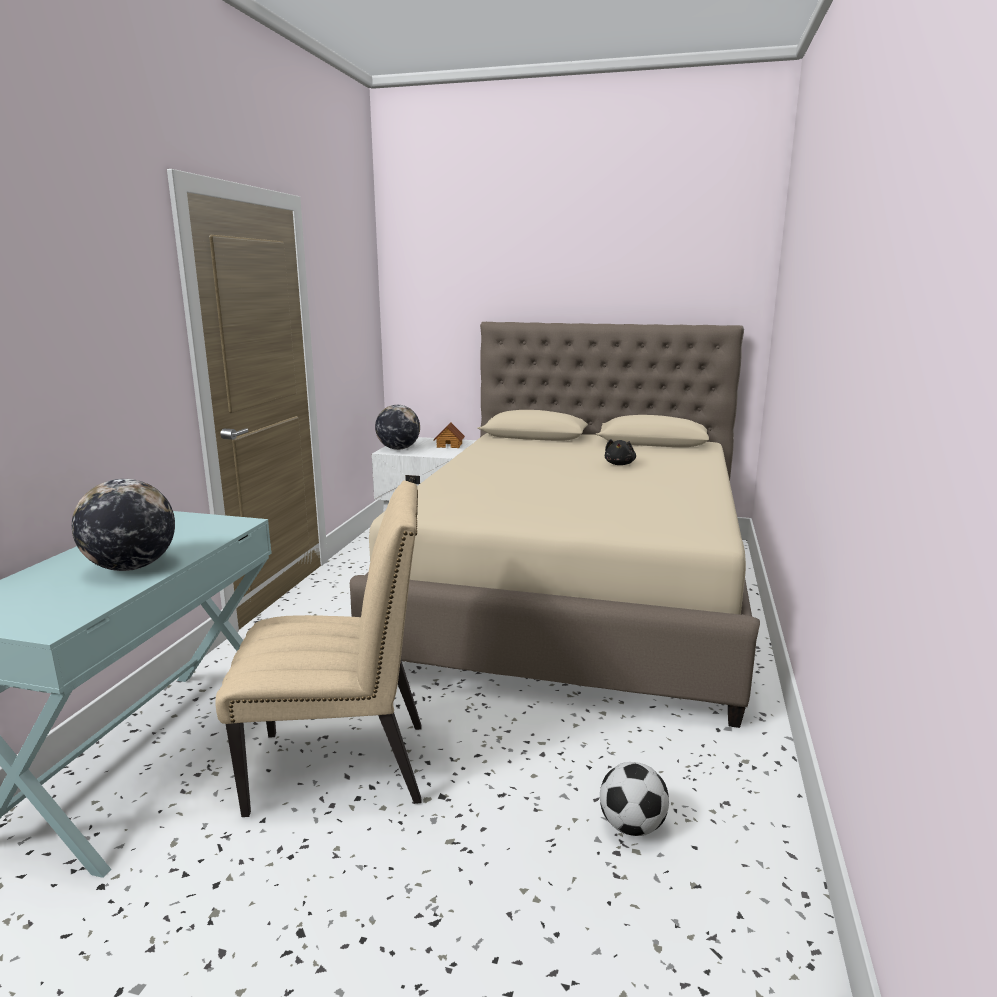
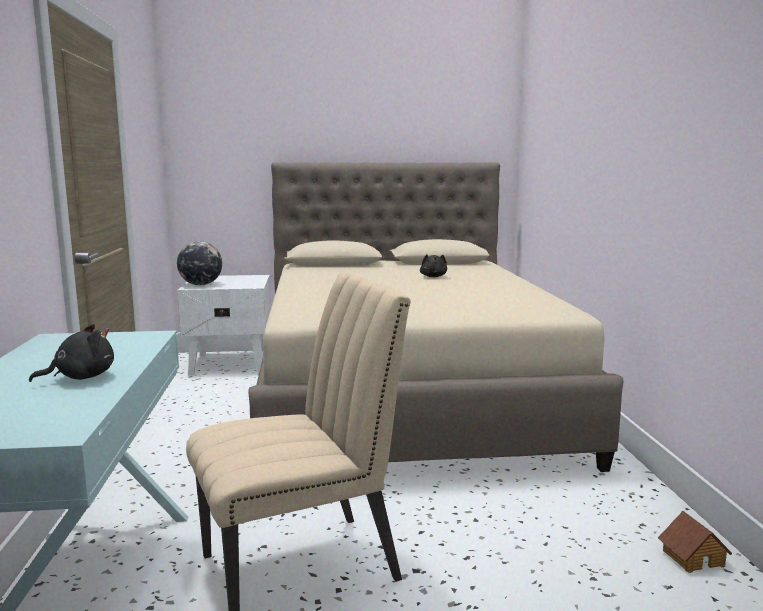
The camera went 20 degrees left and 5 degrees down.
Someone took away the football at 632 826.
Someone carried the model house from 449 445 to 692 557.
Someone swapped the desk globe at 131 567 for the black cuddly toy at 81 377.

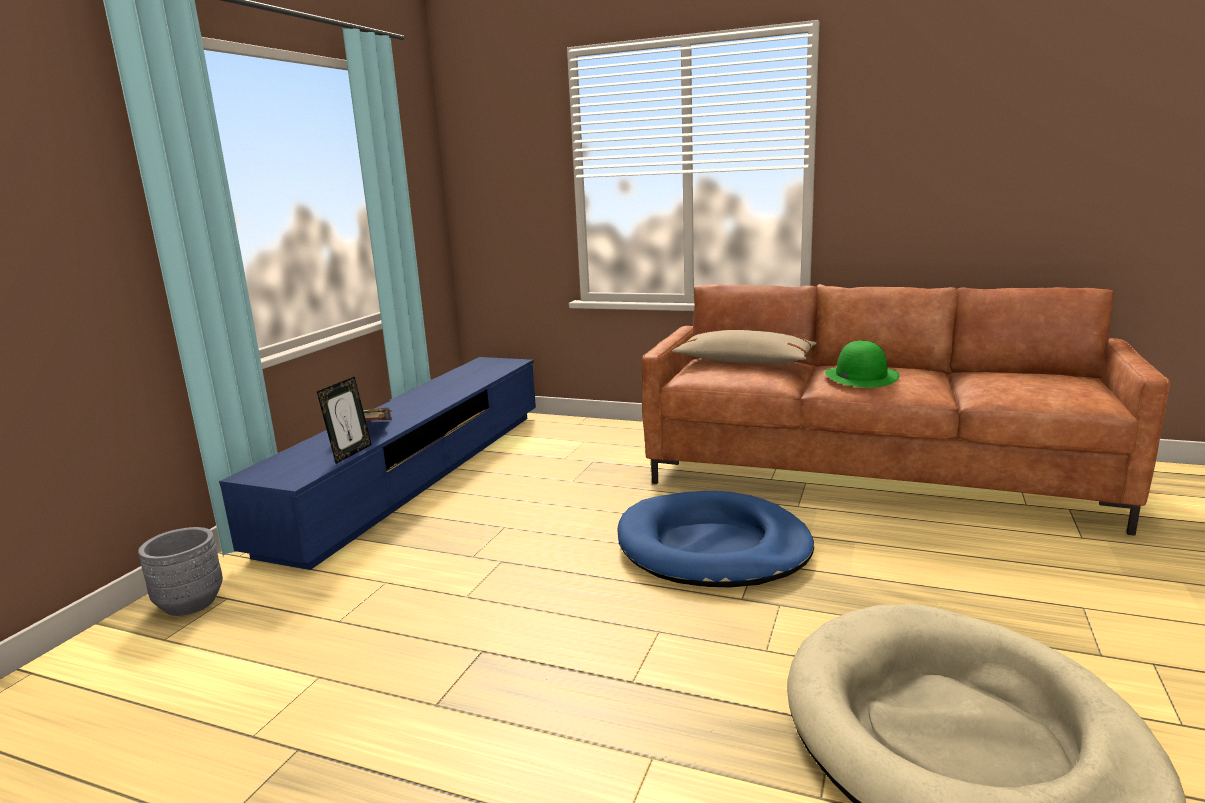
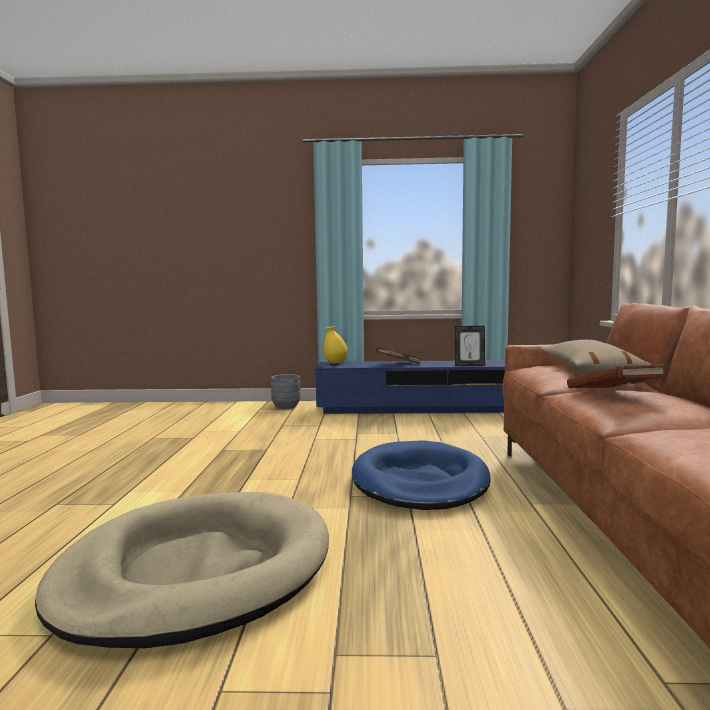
The camera went 70 degrees right and 10 degrees down.
Someone put down the yellow-coloured decorative vase at 335 363.
Someone carried the picture frame from 350 453 to 469 365.
Someone swapped the green clothing hat at 860 376 for the brownish volume at 614 394.

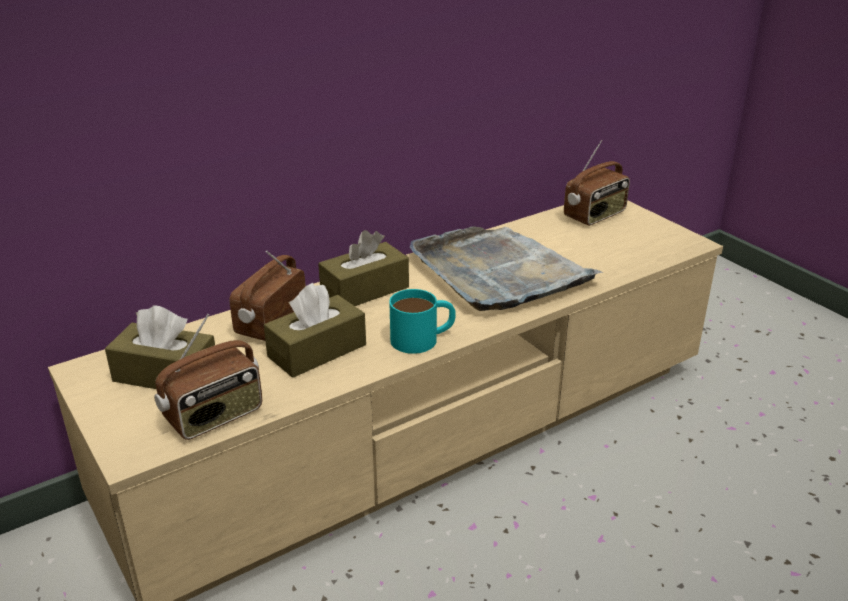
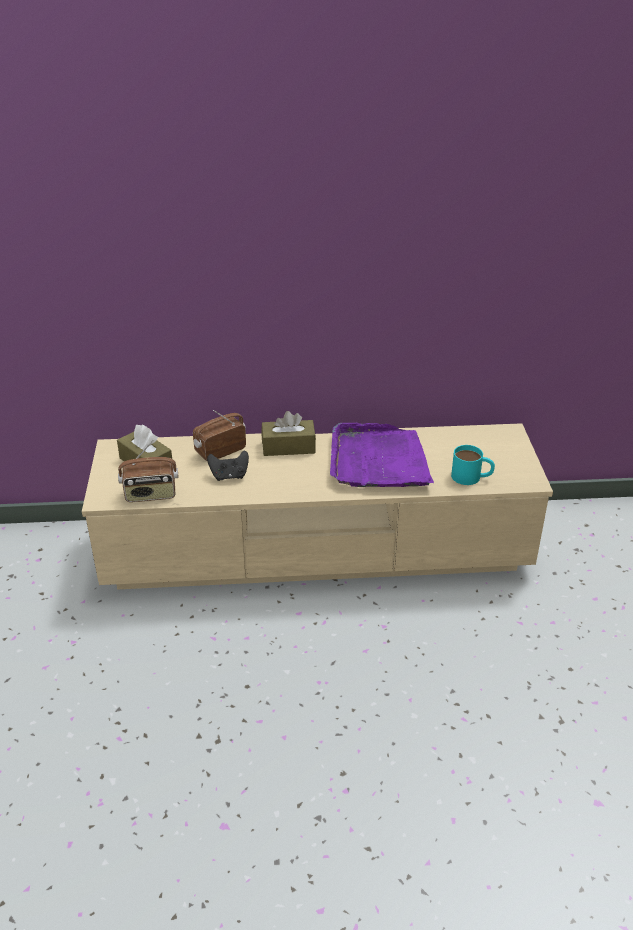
The camera went 30 degrees right and 5 degrees up.
Someone took away the radio receiver at 595 216.
Someone carried the turquoise-coloured tea mug from 423 338 to 471 477.
Someone swapped the brownish box of tissues at 317 351 for the black joypad at 229 476.
Someone repainted the greyish tray at 498 272, which became the purplish tray at 378 461.

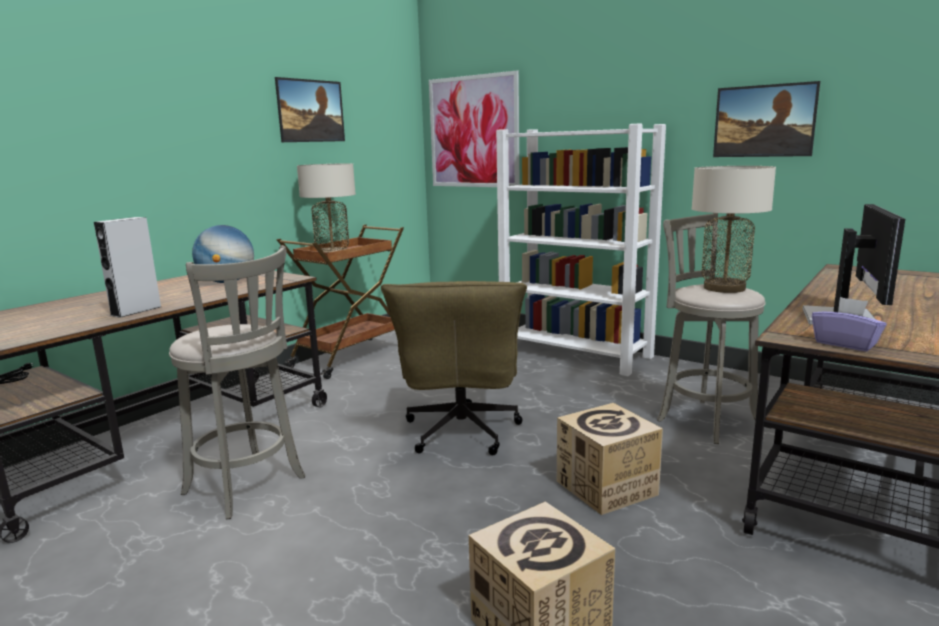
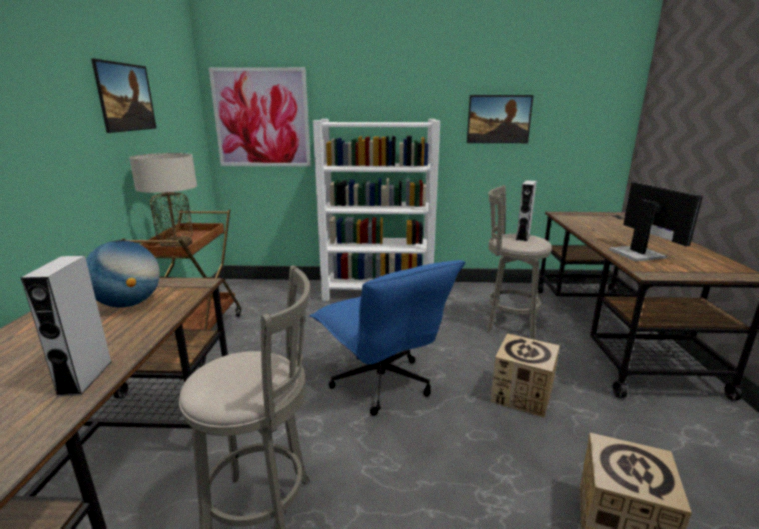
The camera went 35 degrees left and 5 degrees up.
Someone took away the purplish box of tissues at 845 344.
Someone swapped the tabletop lamp at 724 288 for the greyish loudspeaker at 523 237.
Someone repainted the sand-coloured office chair at 462 430, which became the blue office chair at 380 381.

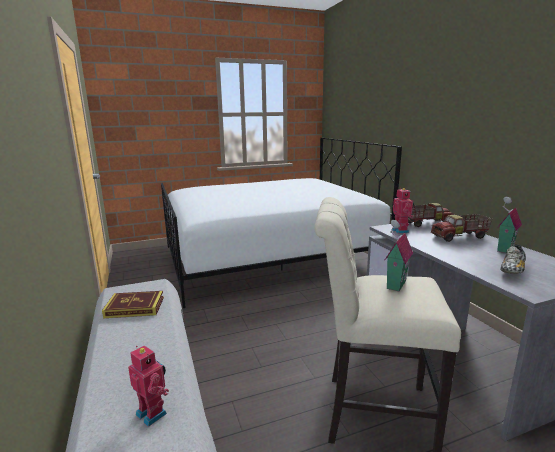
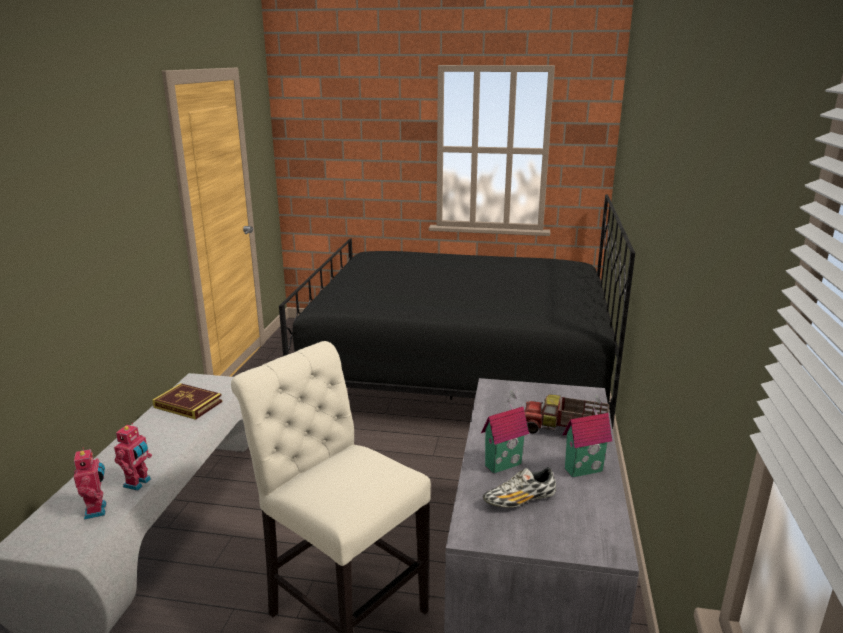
The camera went 30 degrees right and 5 degrees up.
Someone took away the toy truck at 426 223.
Someone carried the model house from 394 284 to 502 463.
Someone carried the robot figure from 401 231 to 138 483.
Someone repainted the whitish sleeping bed at 270 257, which became the black sleeping bed at 459 374.

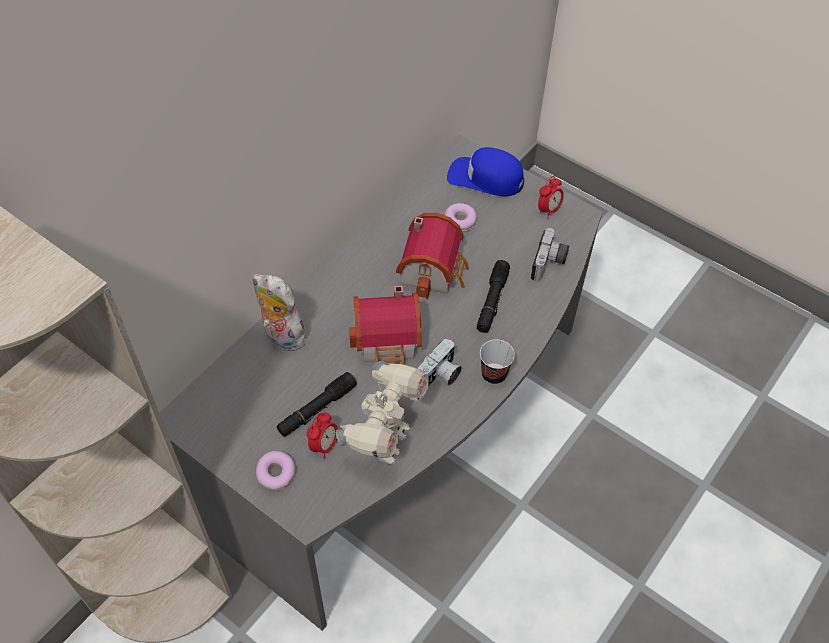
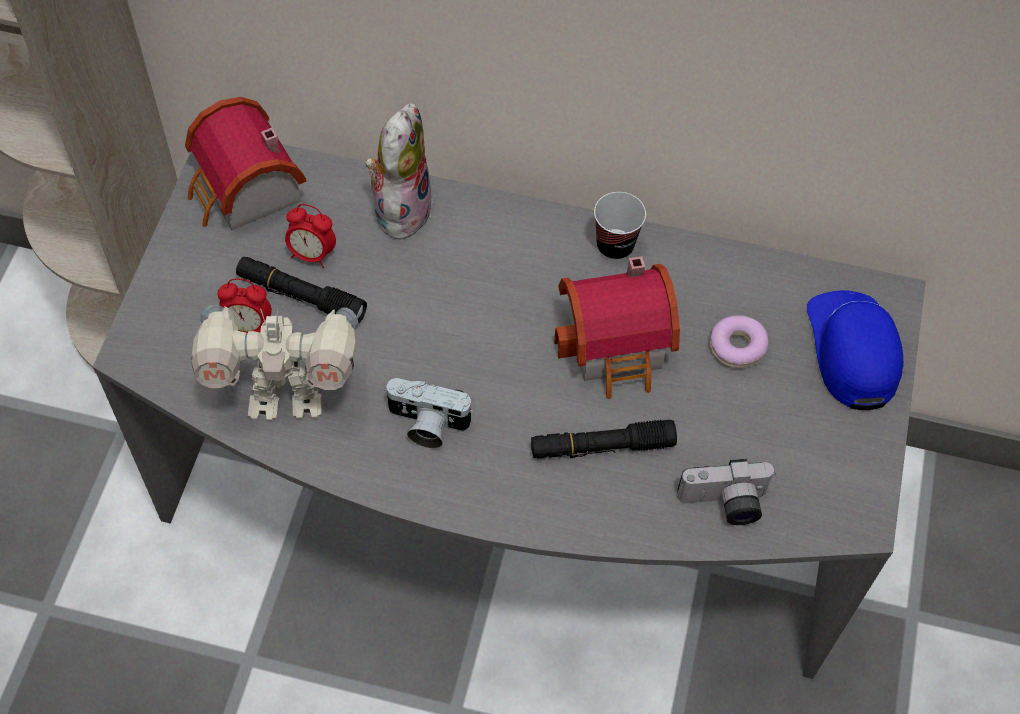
The camera went 65 degrees right and 5 degrees up.
Someone took away the donut at 276 474.
Someone carried the model house from 389 343 to 245 194.
Someone carried the cup from 494 374 to 615 246.
Someone carried the bedside clock from 548 210 to 312 254.

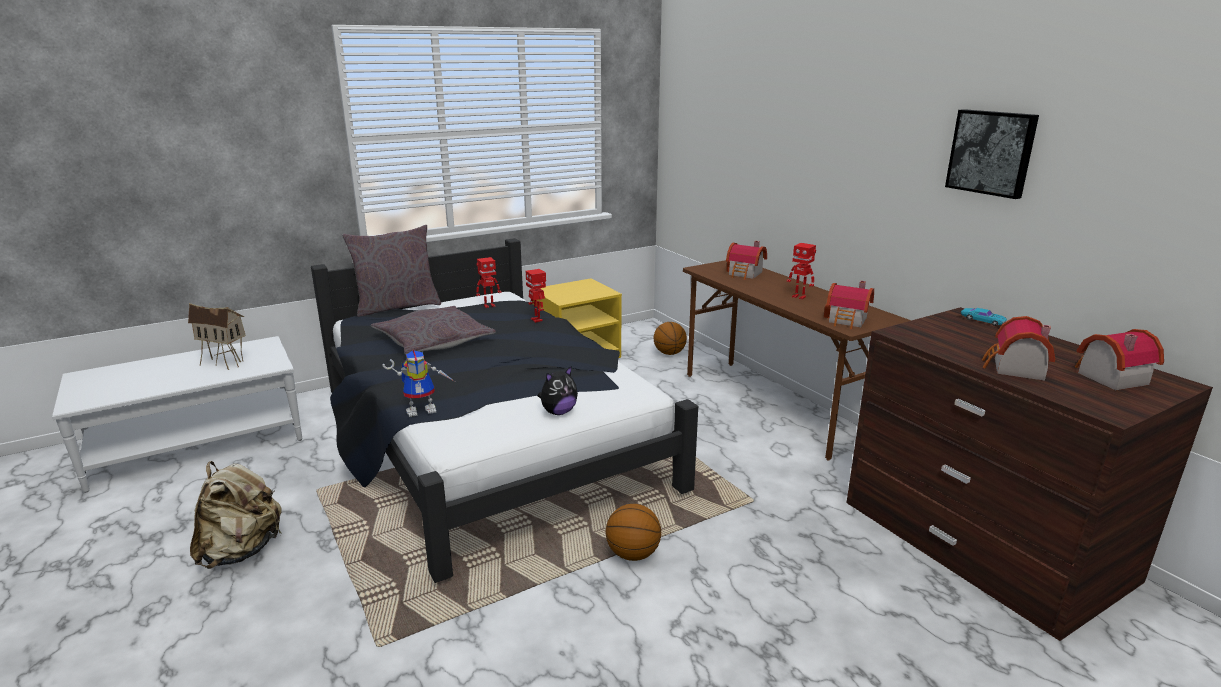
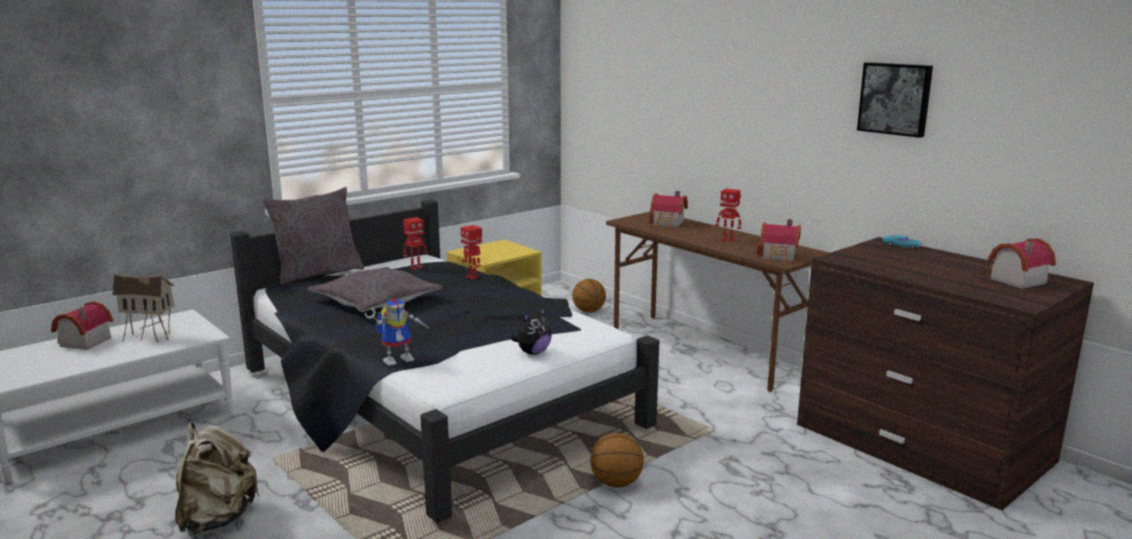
The camera went 10 degrees left and 5 degrees down.
Someone carried the model house from 1014 369 to 82 342.

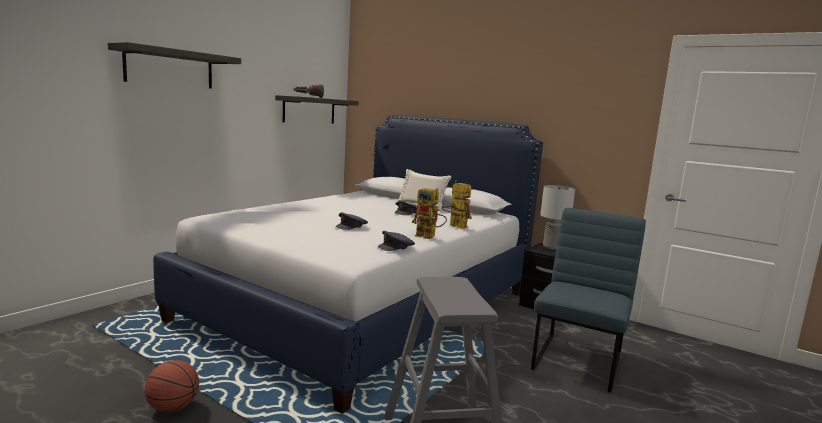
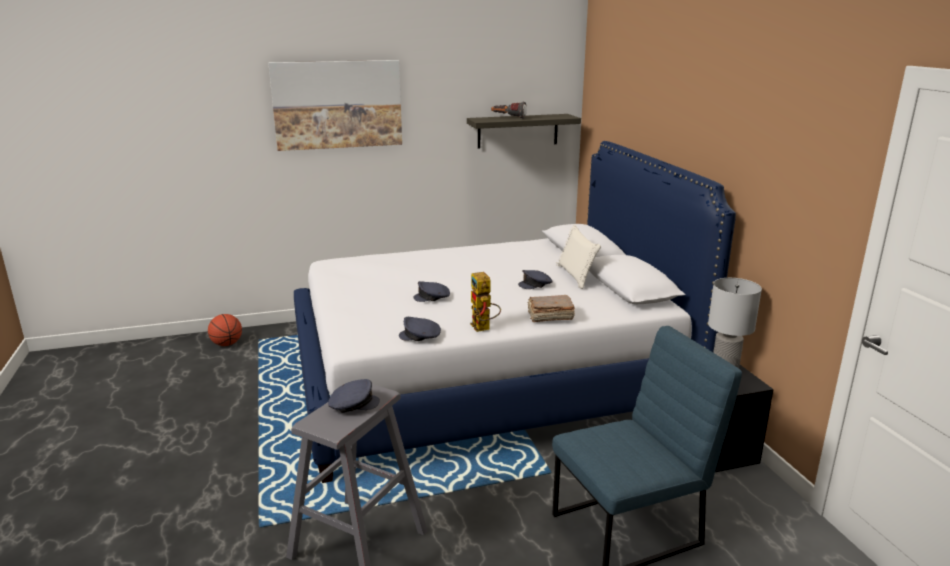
The camera went 40 degrees right and 10 degrees up.
Someone put down the greyish cap at 353 404.
Someone carried the ball for basketball from 173 408 to 226 344.
Someone swapped the wall shelf at 170 68 for the wall art at 337 104.
Someone swapped the robot figure at 454 225 for the brownish volume at 549 316.

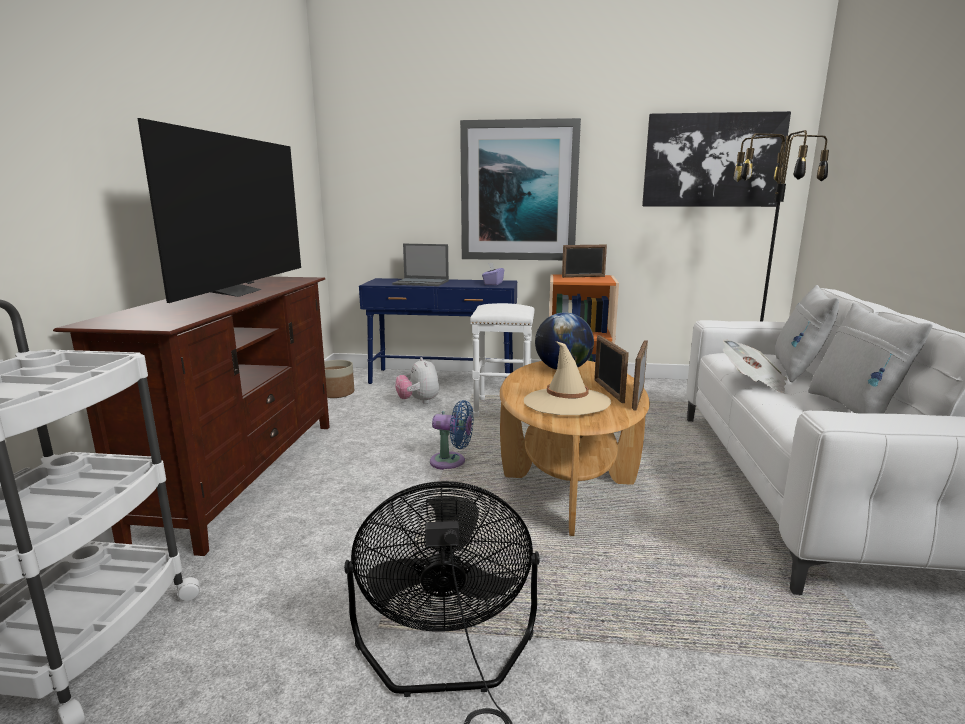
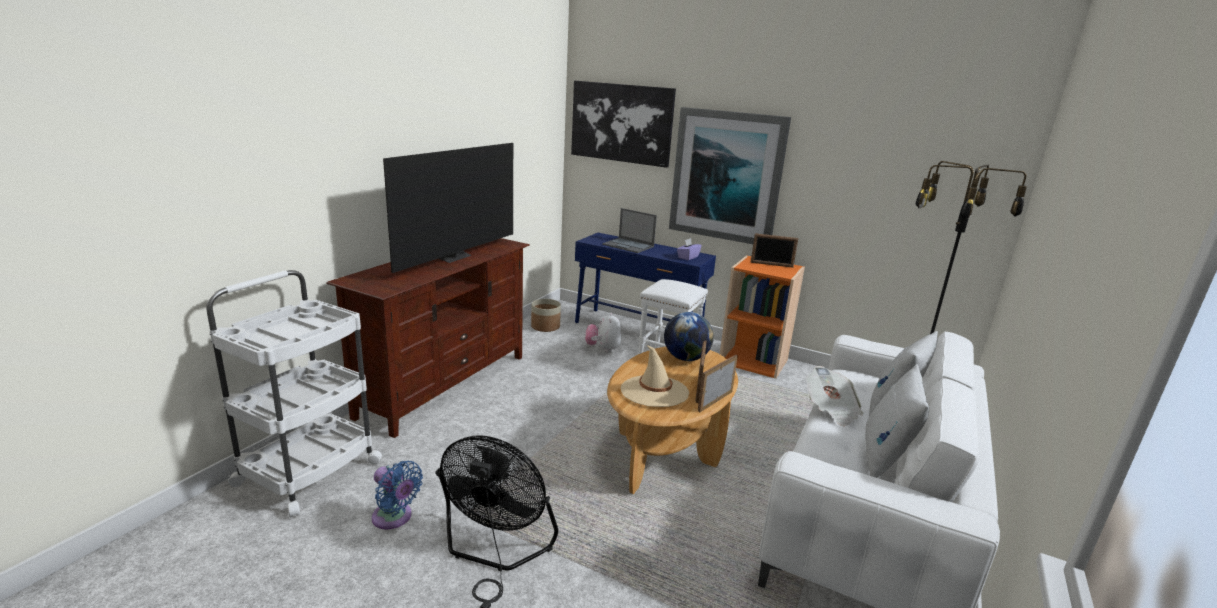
The camera went 20 degrees right and 5 degrees up.
Someone carried the blue electric fan from 451 462 to 394 518.
Someone carried the wall art from 713 160 to 621 123.

